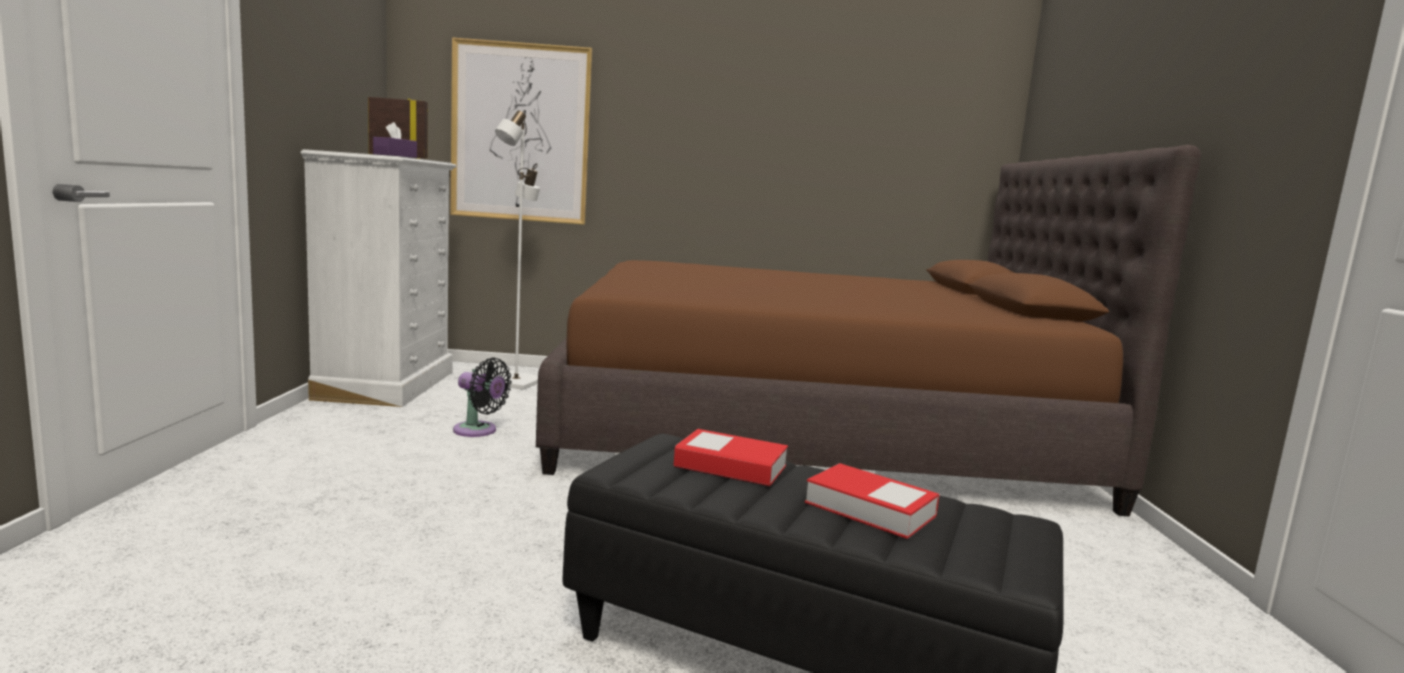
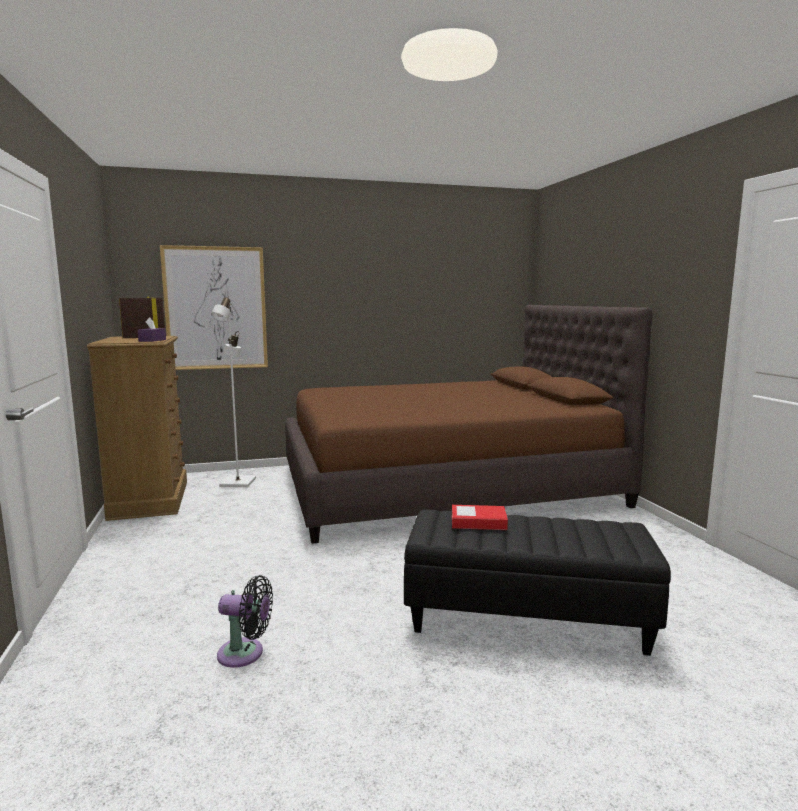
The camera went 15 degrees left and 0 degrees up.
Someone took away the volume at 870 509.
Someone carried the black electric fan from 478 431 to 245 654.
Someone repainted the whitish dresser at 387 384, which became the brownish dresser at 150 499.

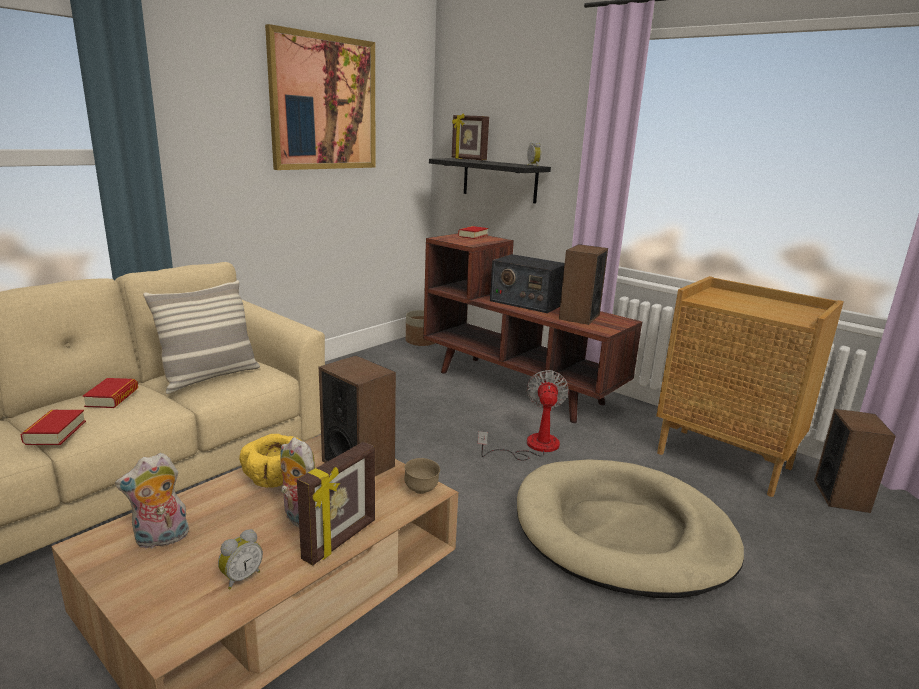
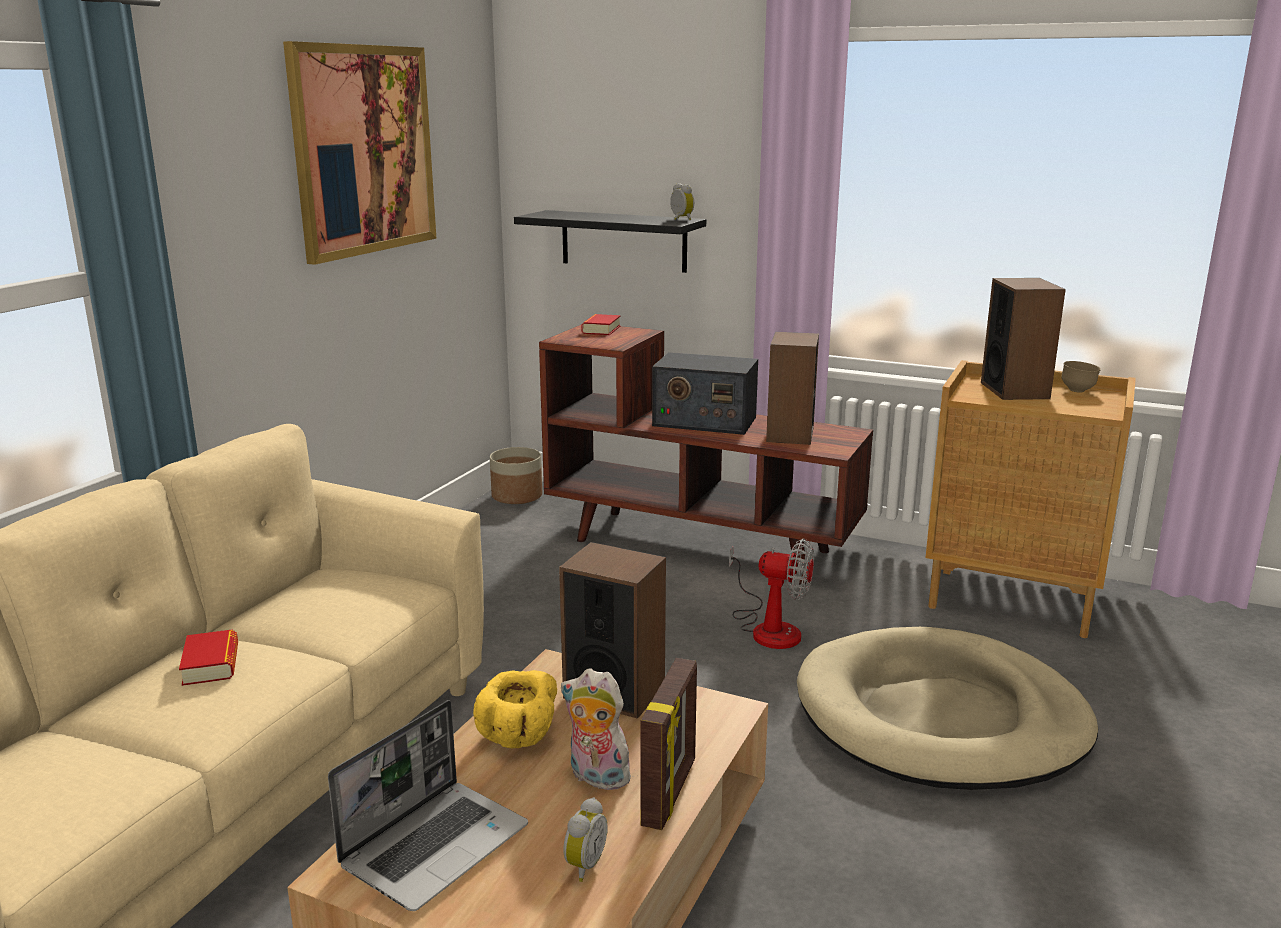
The camera went 15 degrees left and 0 degrees up.
Someone took away the volume at 55 432.
Someone took away the pillow at 210 377.
Someone took away the picture frame at 468 159.
Someone carried the brownish deep dish from 421 491 to 1078 391.
Someone carried the loudspeaker from 841 496 to 1015 390.
Someone swapped the cuddly toy at 161 540 for the laptop at 436 845.
Someone rotated the electric fan at 532 446 by 120 degrees clockwise.

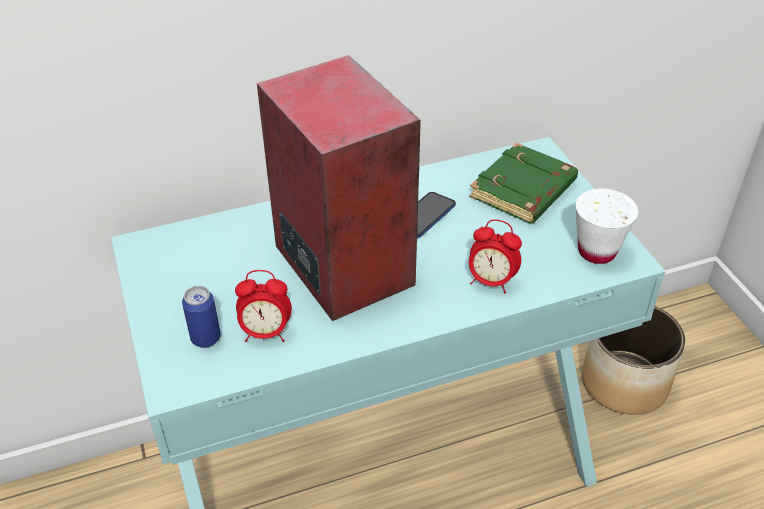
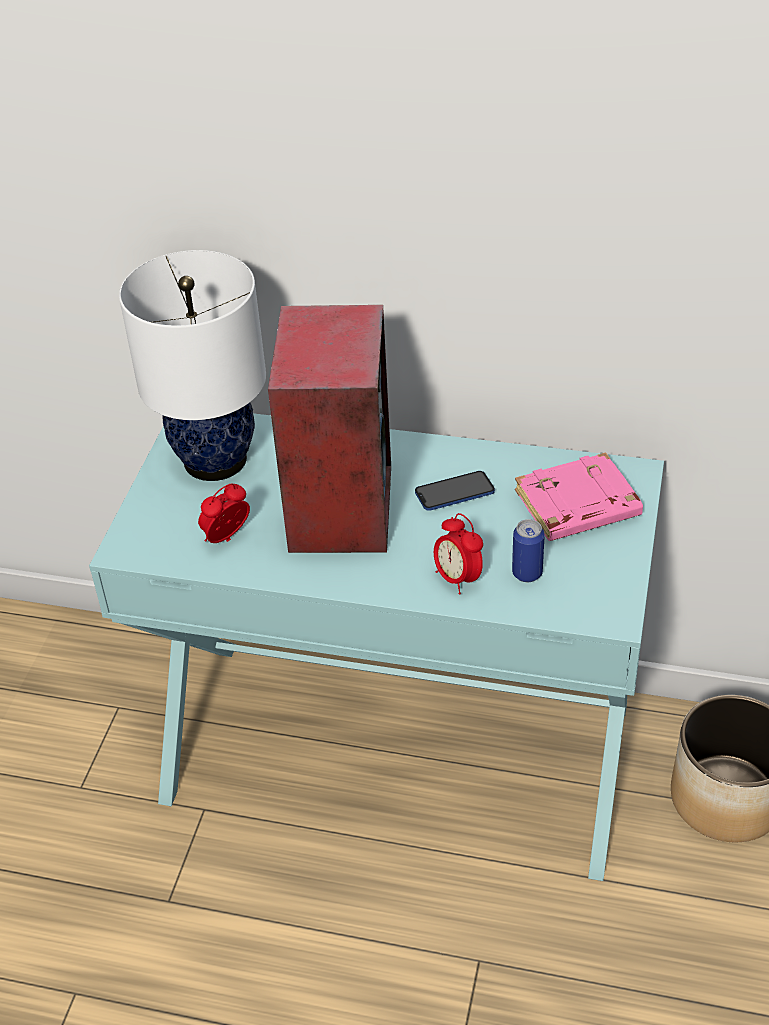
The camera went 35 degrees right and 0 degrees up.
Someone took away the whitish cup at 597 251.
Someone put down the whitish tabletop lamp at 215 460.
Someone carried the sealed can from 206 338 to 527 573.
Someone repainted the green volume at 523 191, which became the pink volume at 577 506.
Someone rotated the bedside clock at 266 333 by 105 degrees clockwise.

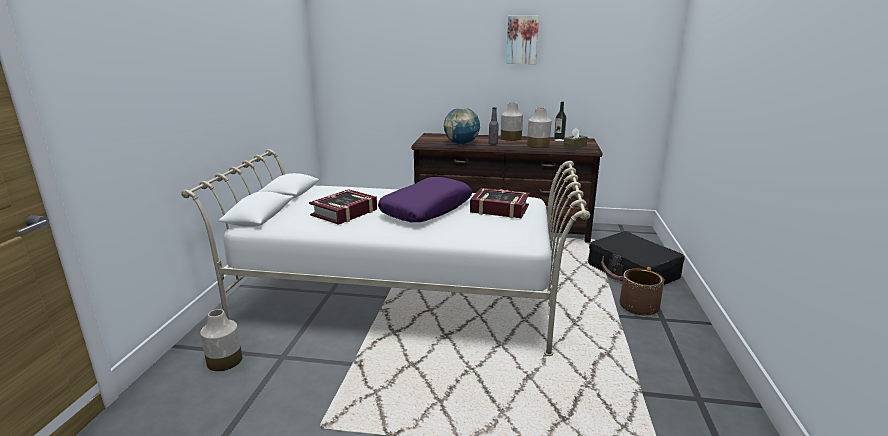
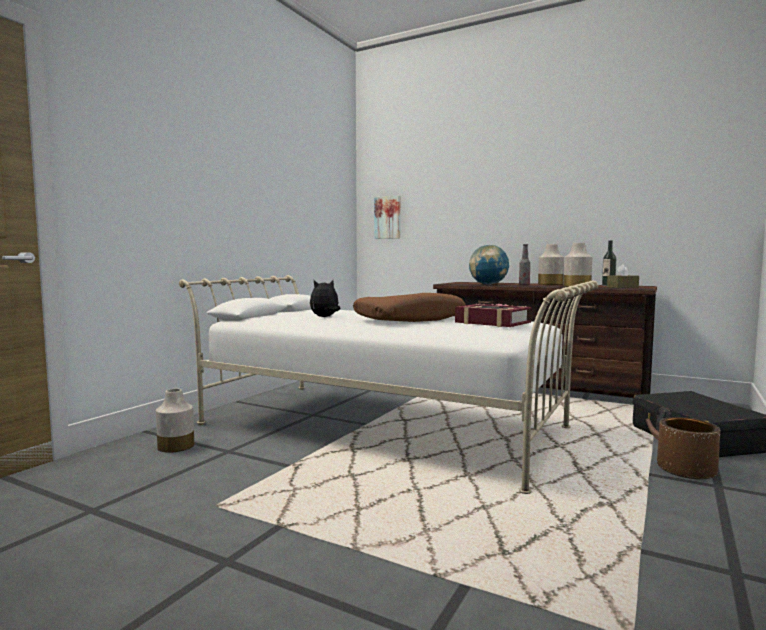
The camera went 20 degrees right and 15 degrees down.
Someone carried the wall art from 522 40 to 388 217.
Someone swapped the volume at 344 213 for the cuddly toy at 325 317.
Someone repainted the purplish pillow at 426 209, which became the brownish pillow at 410 319.

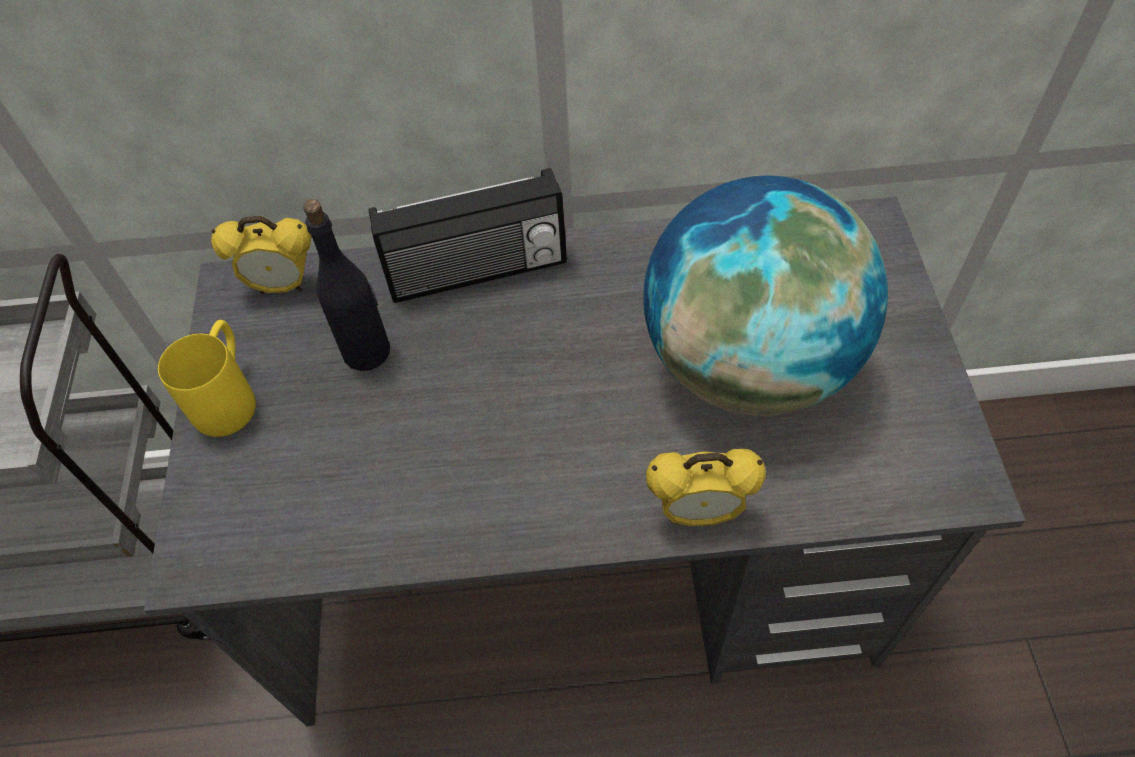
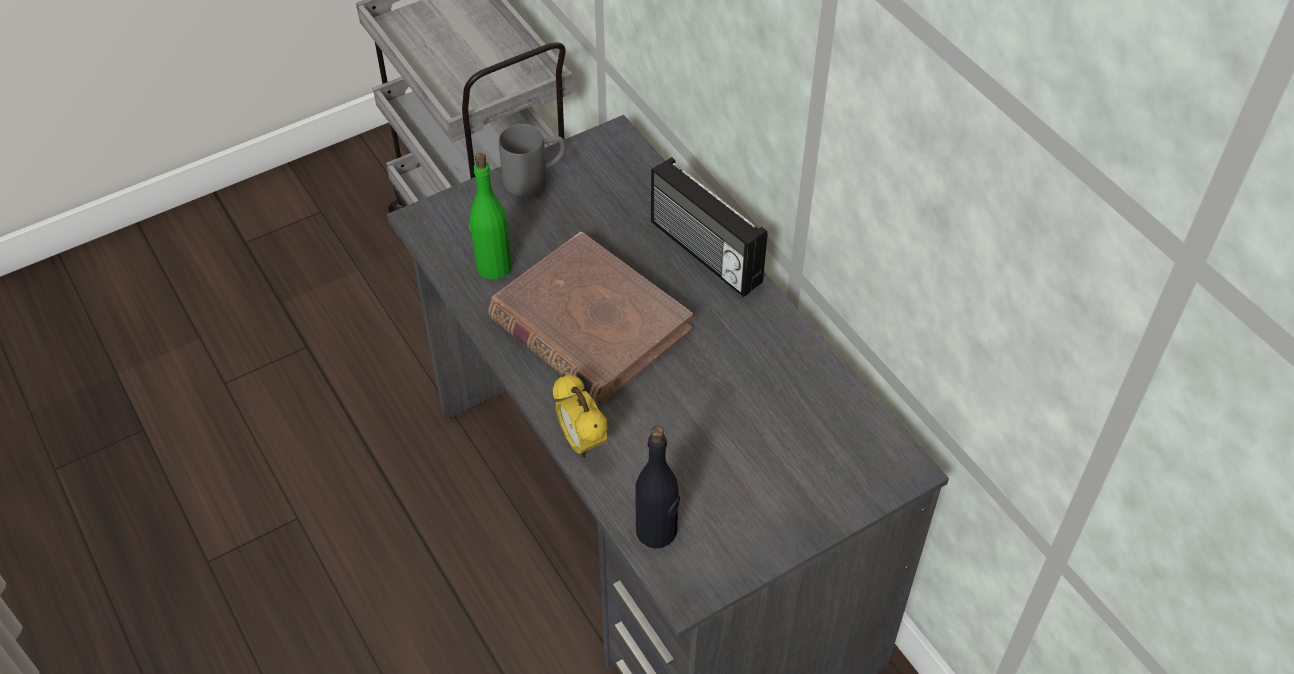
The camera went 60 degrees right and 5 degrees down.
Someone took away the bedside clock at 283 286.
Someone took away the desk globe at 748 364.
Someone put down the green beverage bottle at 493 266.
Someone put down the brownish volume at 589 324.
Someone carried the black beverage bottle from 367 351 to 657 531.
Someone repainted the yellow-coloured tea mug at 229 396, which became the greyish tea mug at 535 179.

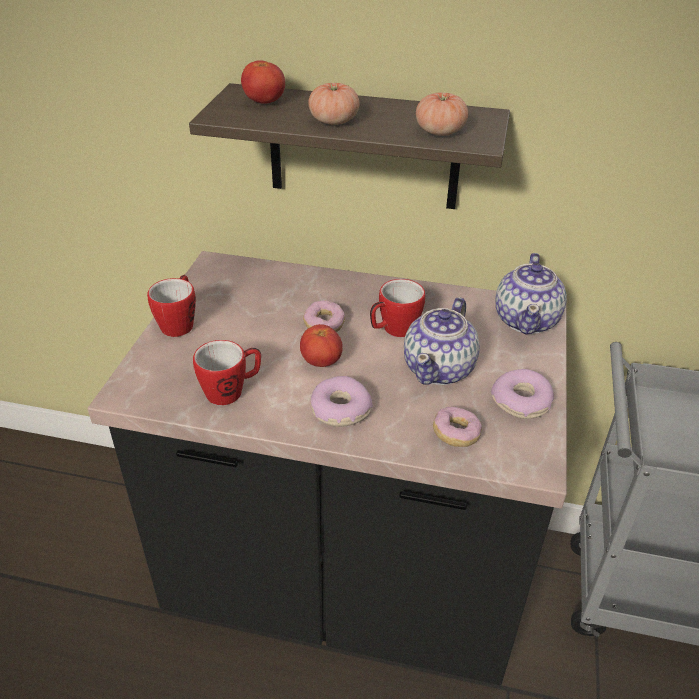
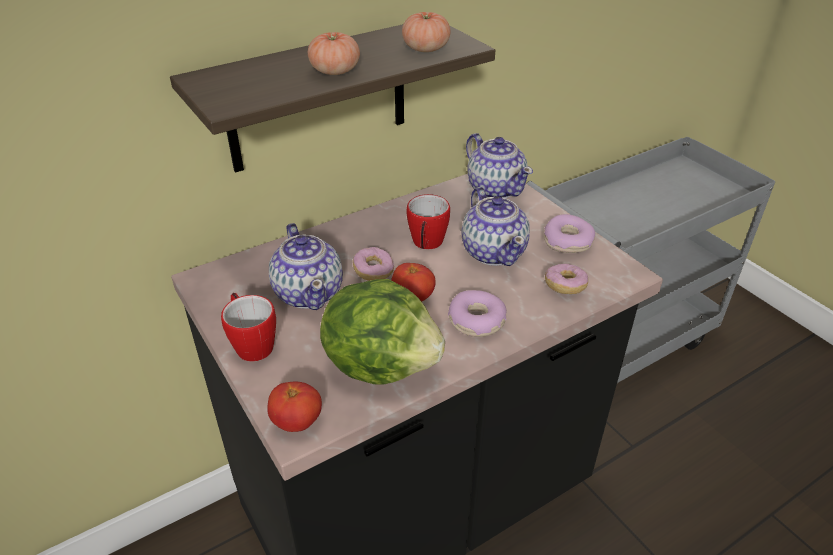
The camera went 45 degrees left and 0 degrees up.
Someone put down the tea pot at 309 292.
Someone carried the whole tomato from 264 102 to 297 422.
Someone swapped the tea mug at 231 391 for the lettuce head at 382 363.

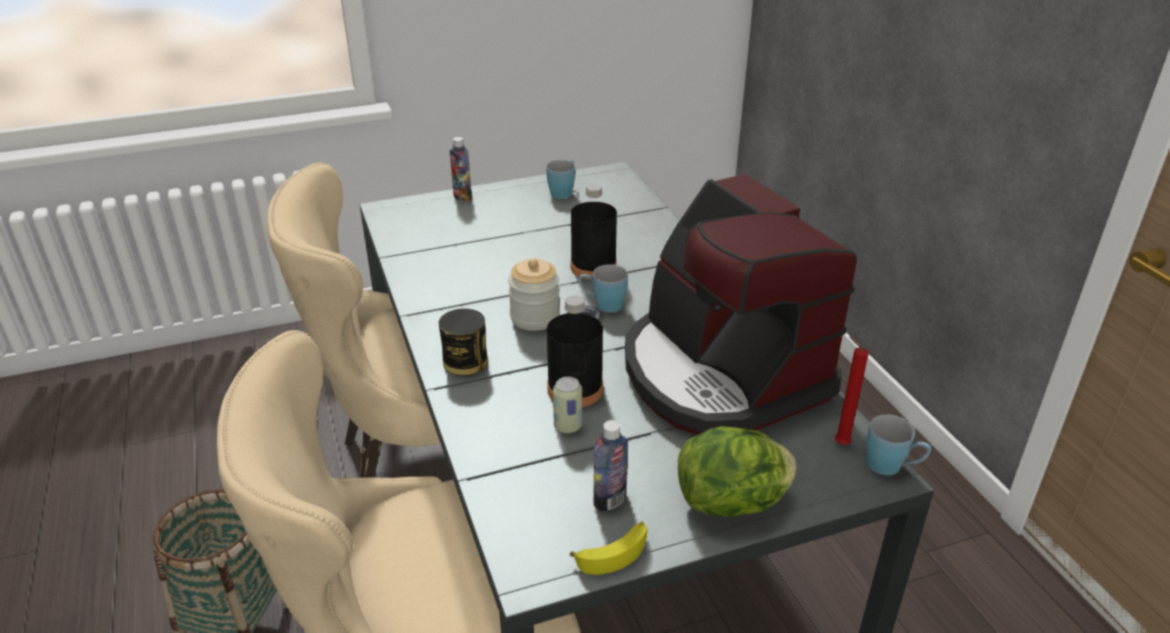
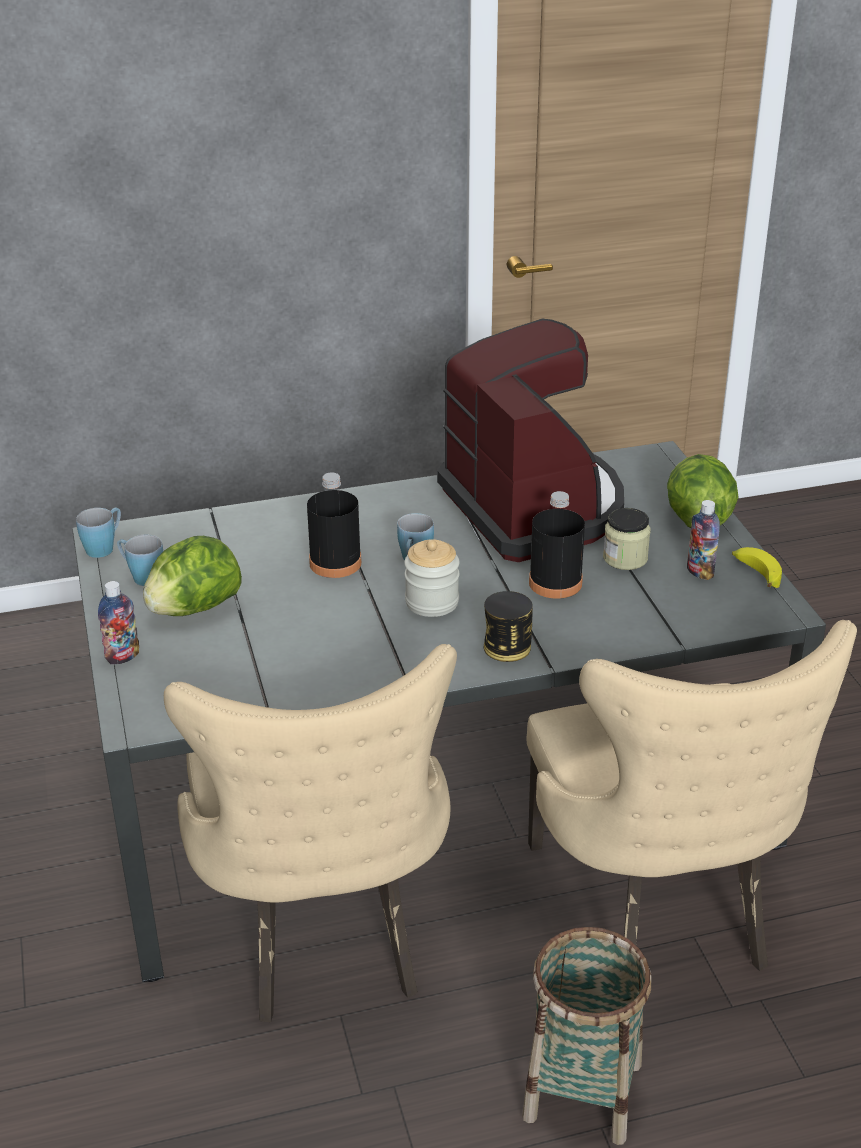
The camera went 85 degrees left and 0 degrees up.
Someone took away the sealed can at 568 426.
Someone took away the red wax light at 839 443.
Someone put down the lettuce head at 194 609.
Someone put down the jar at 625 558.
Someone carried the blue tea mug from 892 467 to 104 547.
Someone rotated the coffee machine at 721 373 by 90 degrees counterclockwise.

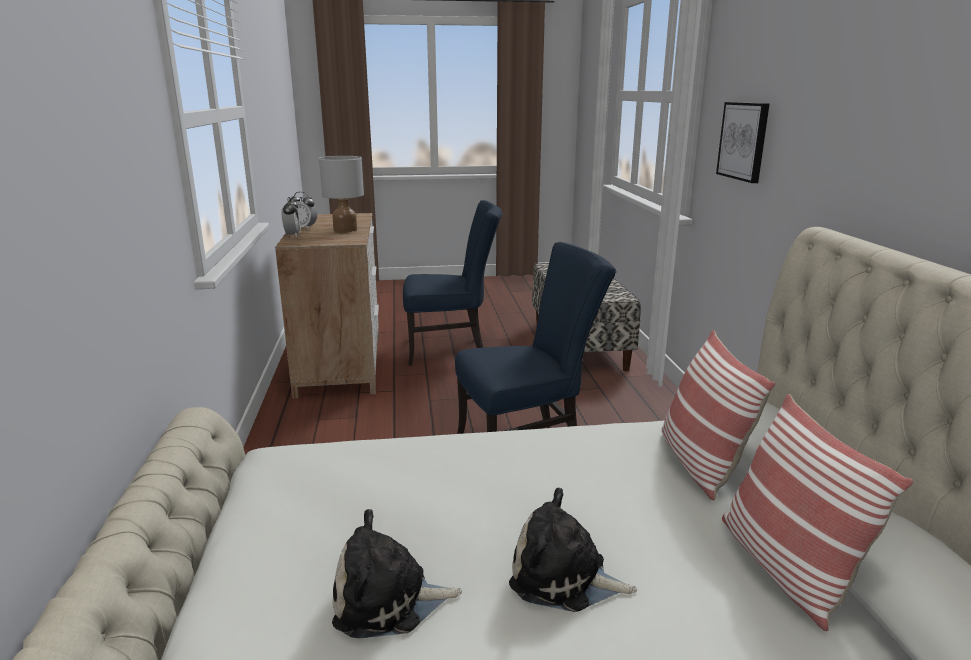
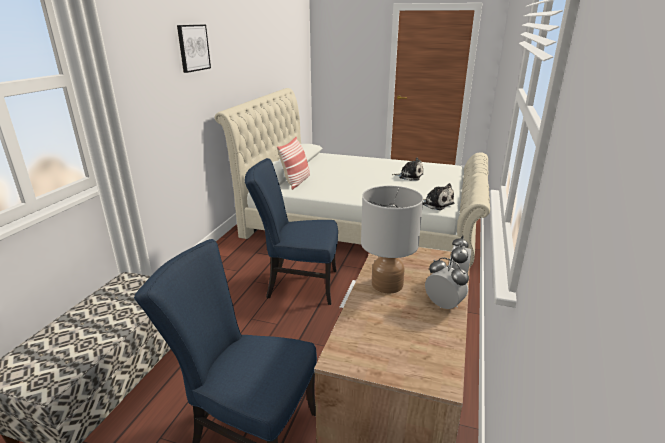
The camera went 155 degrees left and 5 degrees up.
Someone took away the pillow at 785 567.
Someone carried the cuddly toy from 564 578 to 436 204.
Someone carried the wall art from 744 141 to 193 48.

